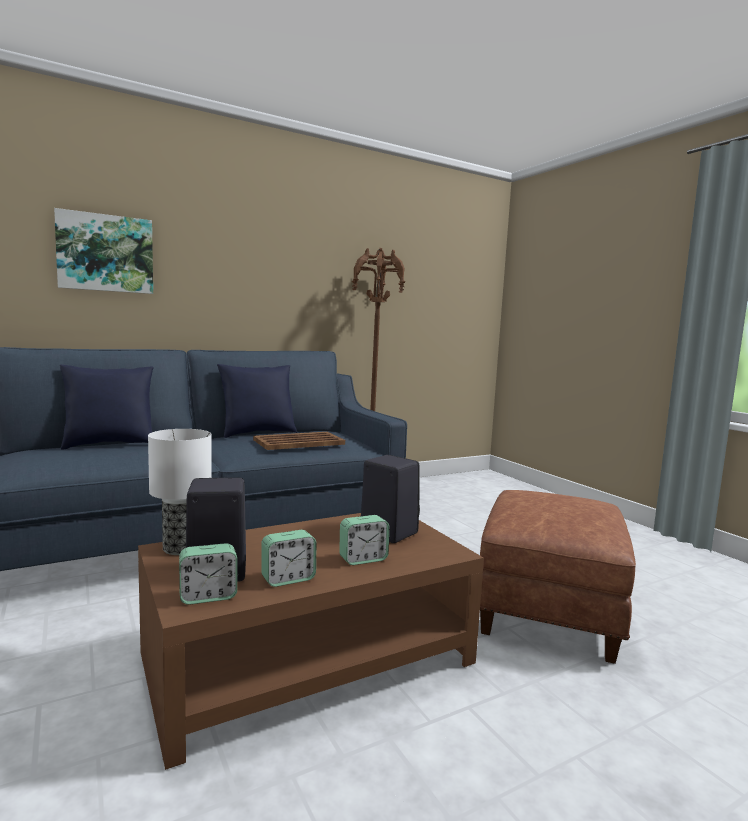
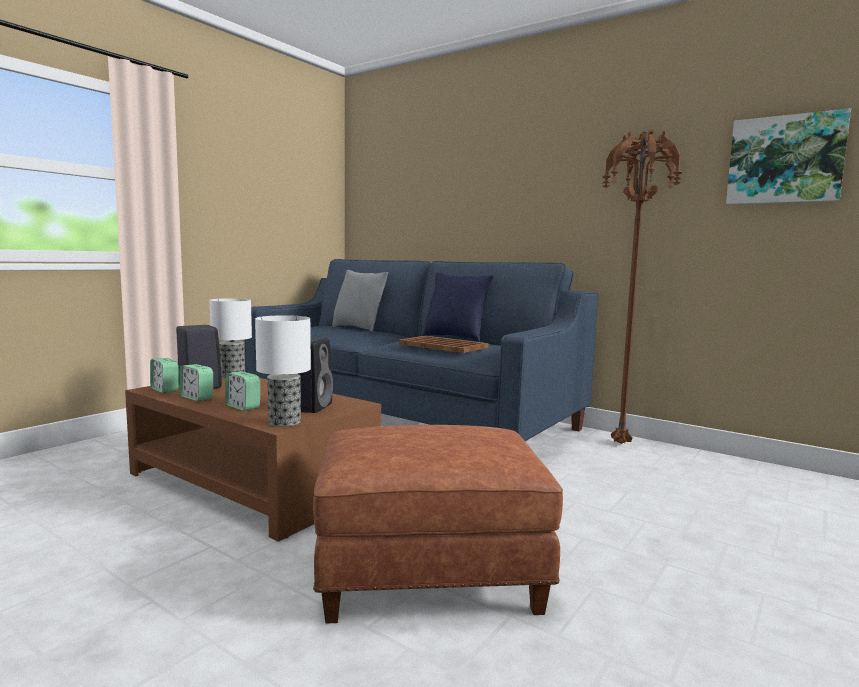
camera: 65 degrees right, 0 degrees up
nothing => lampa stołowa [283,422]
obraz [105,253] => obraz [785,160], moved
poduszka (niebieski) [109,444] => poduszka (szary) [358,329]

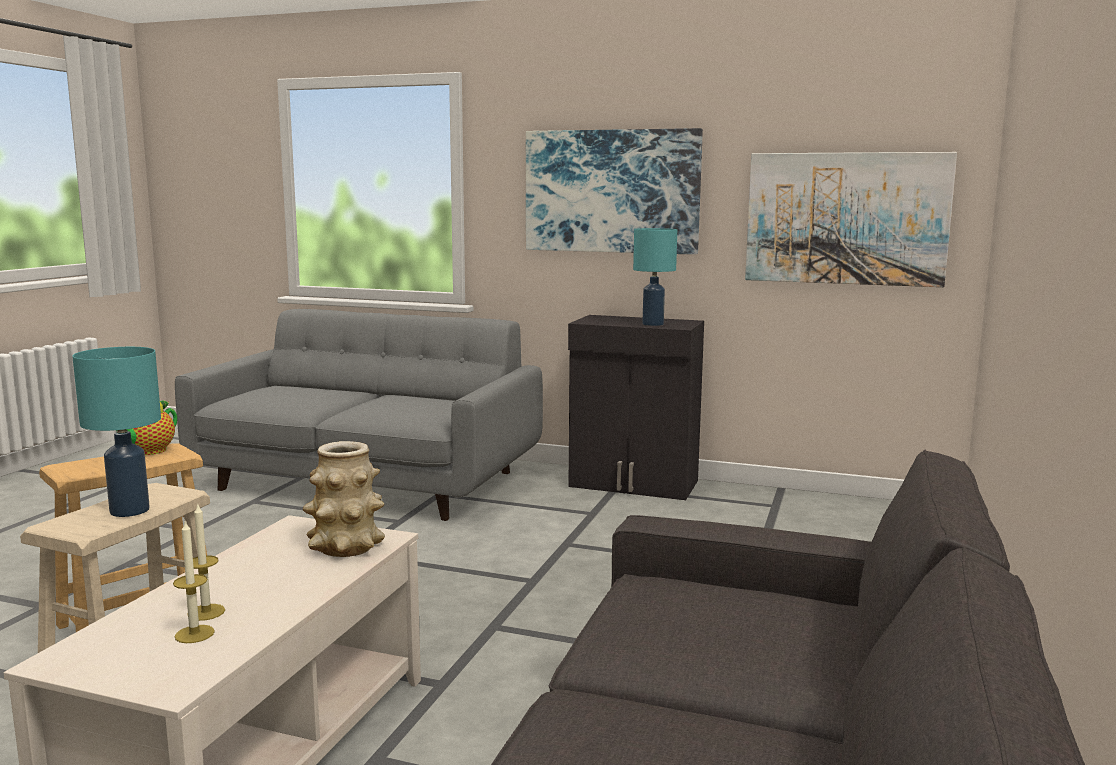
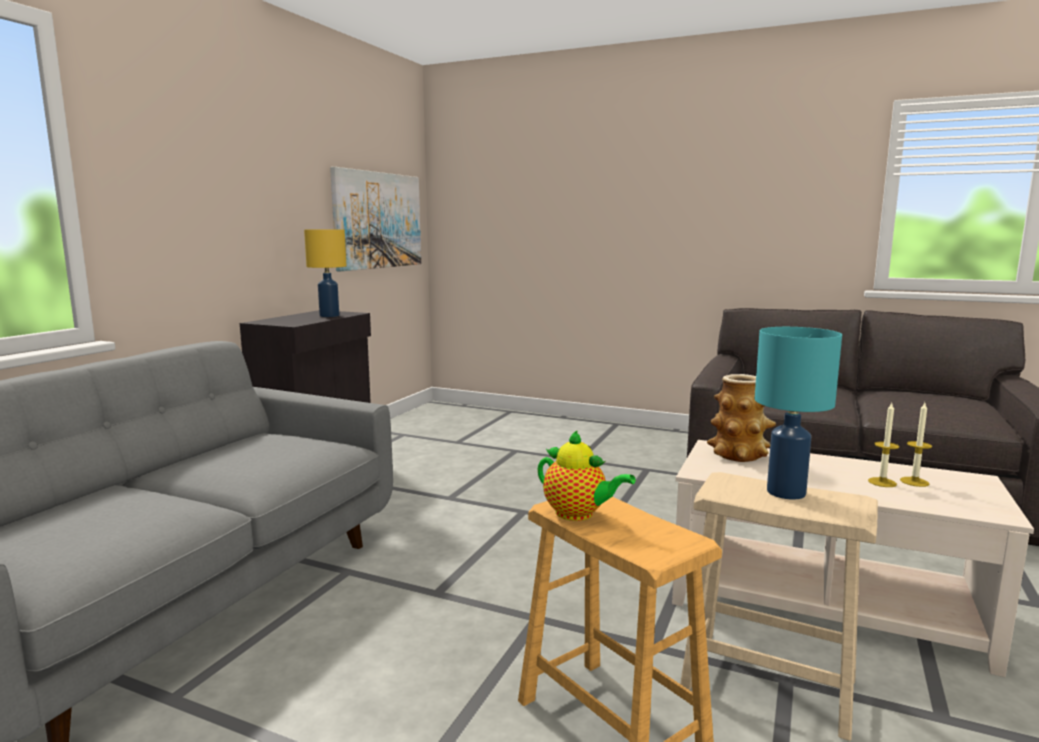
camera: 85 degrees left, 0 degrees up
obraz [611,191] => nothing
lampa stołowa (turkusowy) [653,324] => lampa stołowa (żółty) [329,315]

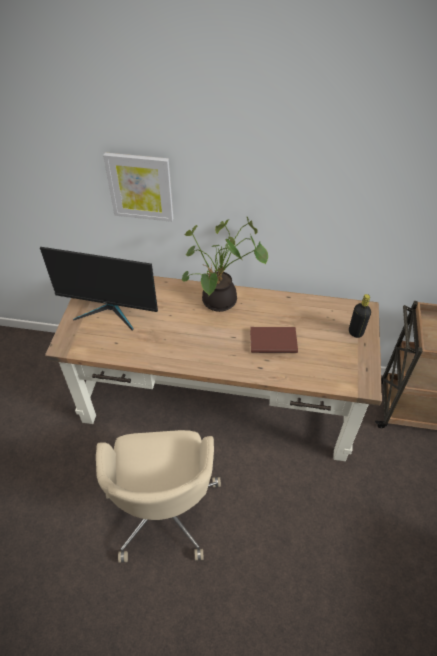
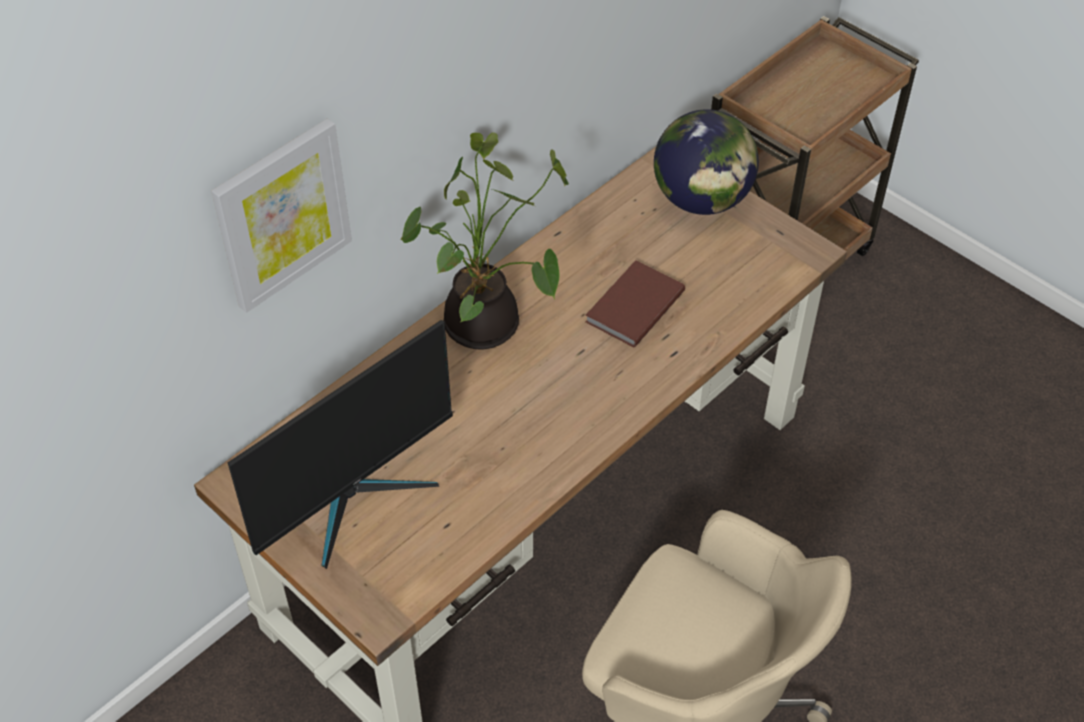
camera: 55 degrees left, 0 degrees up
butelka (czarny) [355,332] => globus [701,200]

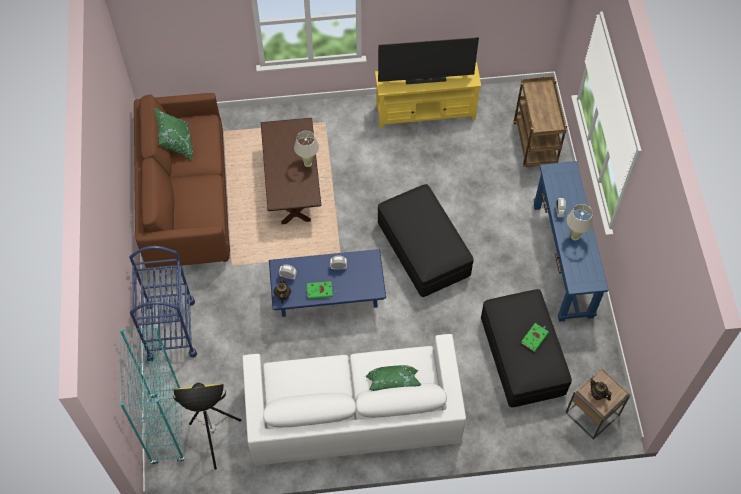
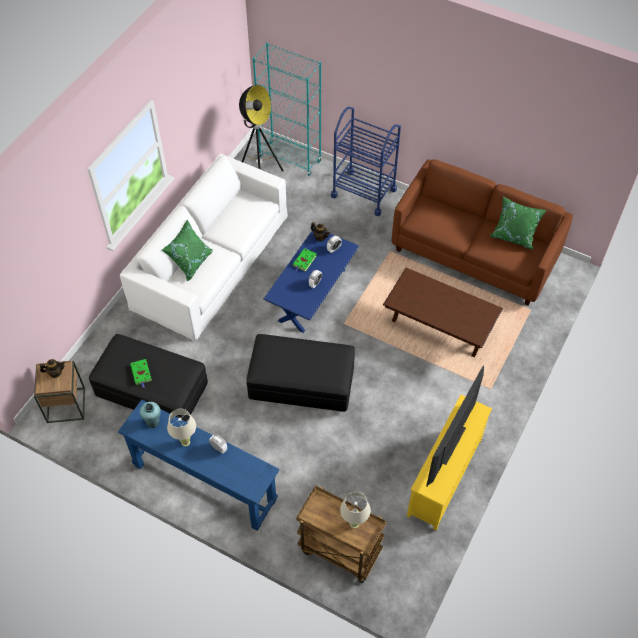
camera: 125 degrees right, 5 degrees down
nothing => wazon (turkusowy) [153,421]
lampa stołowa (beżowy) [307,163] => lampa stołowa (beżowy) [354,523], moved

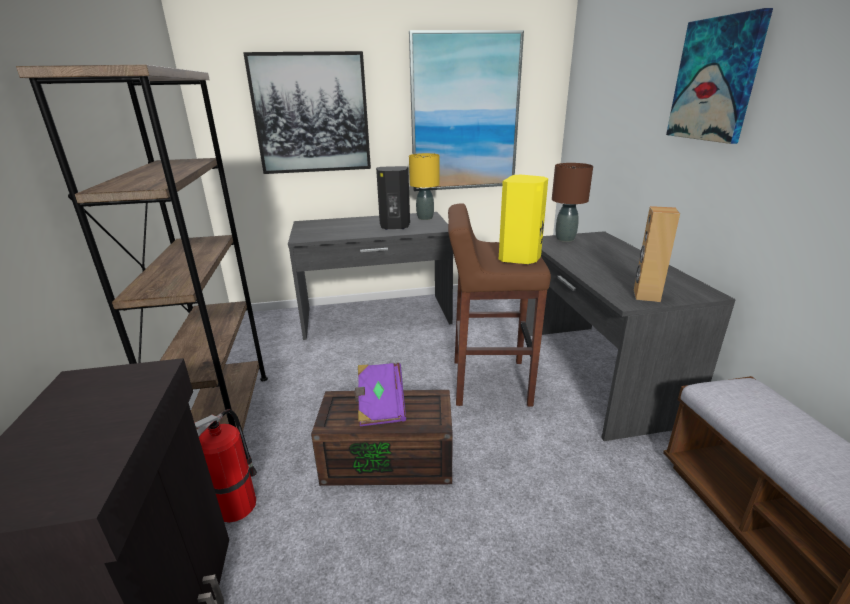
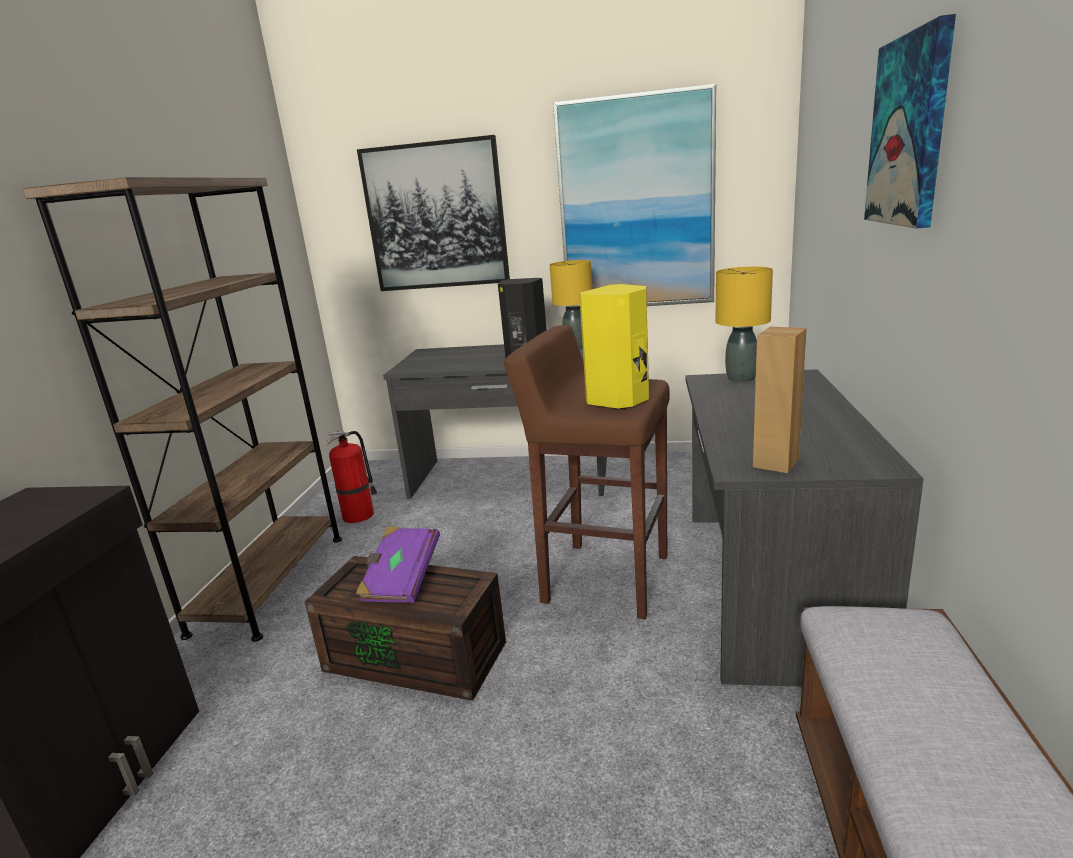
camera: 20 degrees right, 5 degrees down
gaśnica [237,504] => gaśnica [359,514], moved
lampa stołowa (brązowy) [564,239] => lampa stołowa (żółty) [740,379]

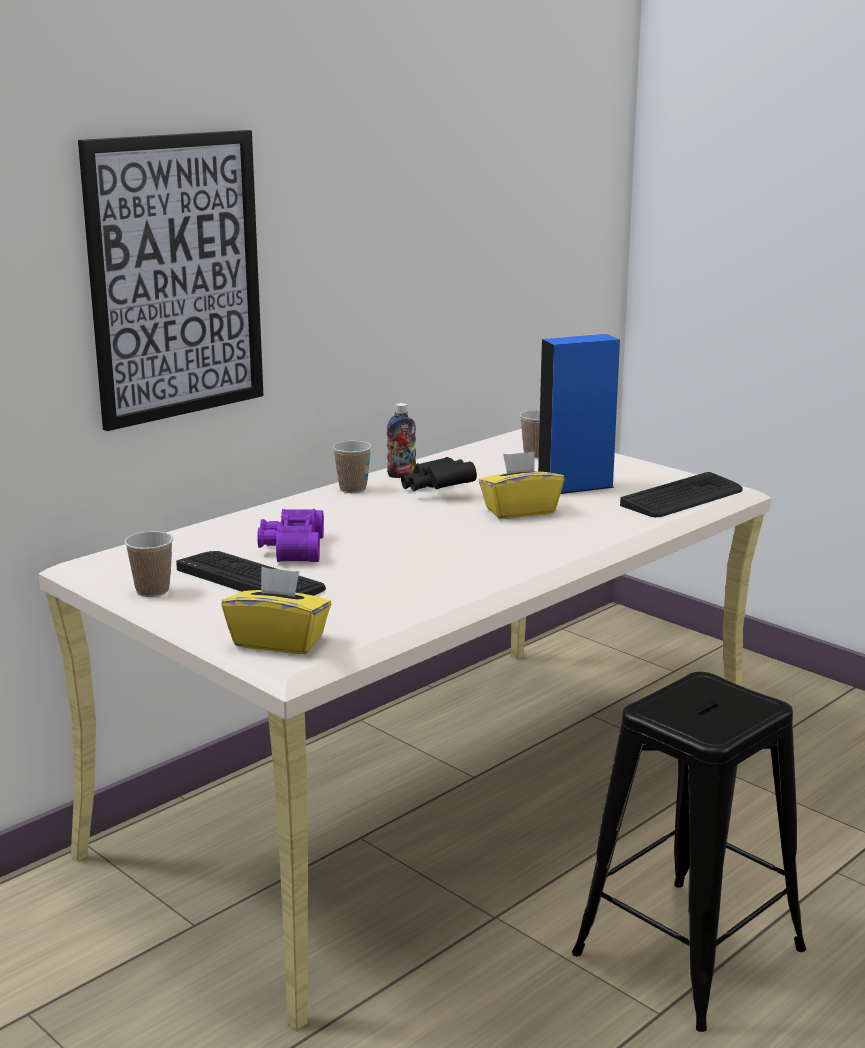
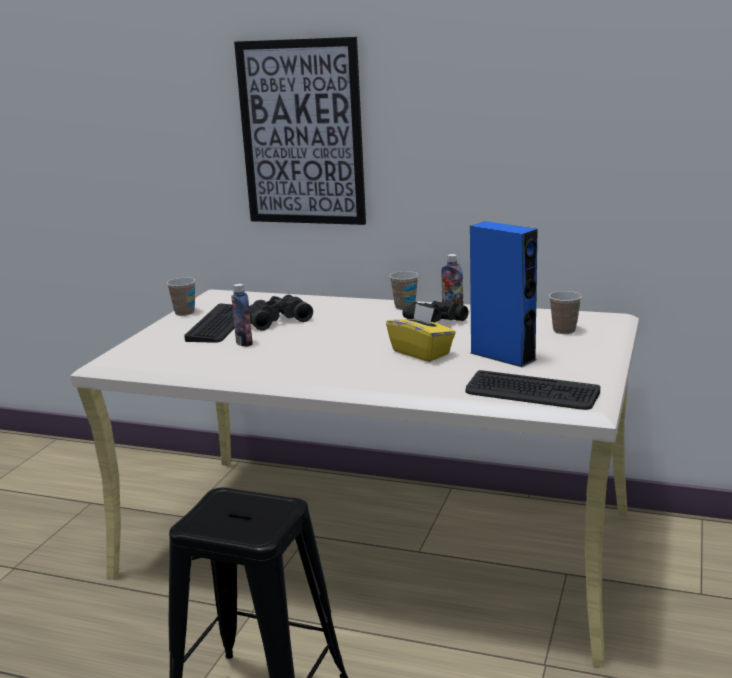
camera: 65 degrees right, 0 degrees up
pudełko chusteczek (żółty) [279,641] => nothing
nothing => butelka [244,343]
lornetka (fioletowy) [291,549] => lornetka (czarny) [277,320]

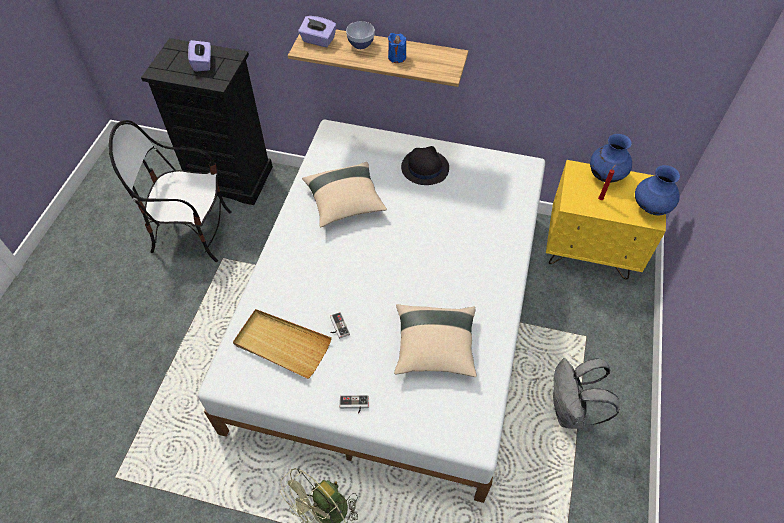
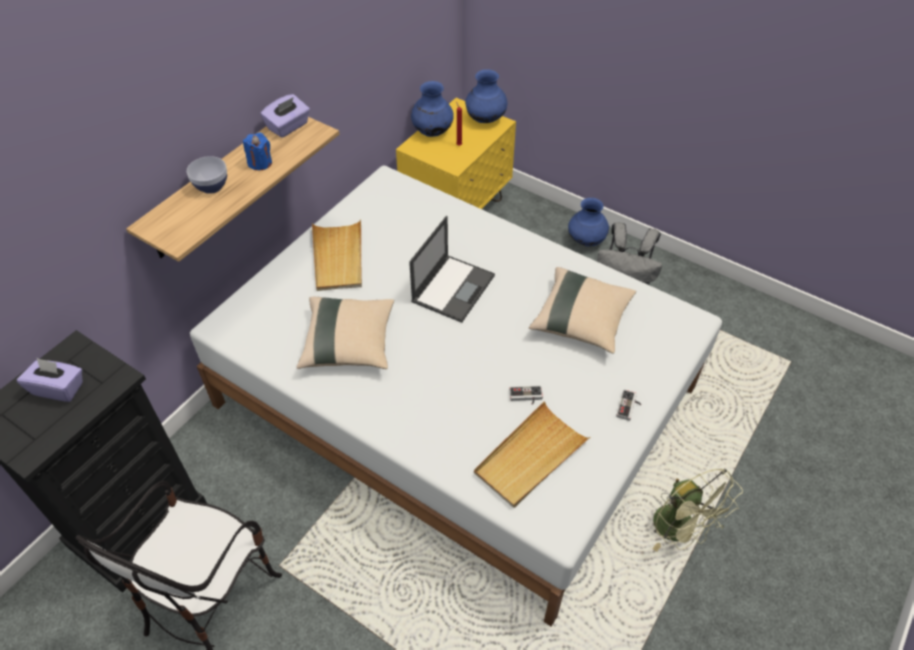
camera: 70 degrees left, 5 degrees down
nothing => laptop [453,288]
nothing => wazon (niebieski) [586,241]
pudełko chusteczek (fioletowy) [318,40] => pudełko chusteczek (fioletowy) [288,127], moved
kapelusz (czarny) [424,168] => taca (beżowy) [338,258]

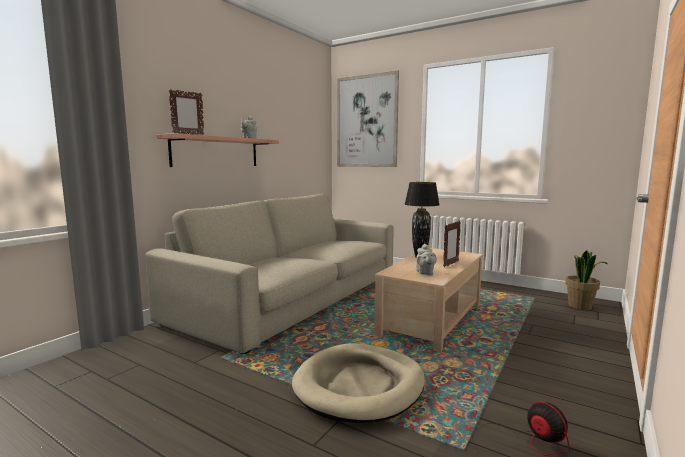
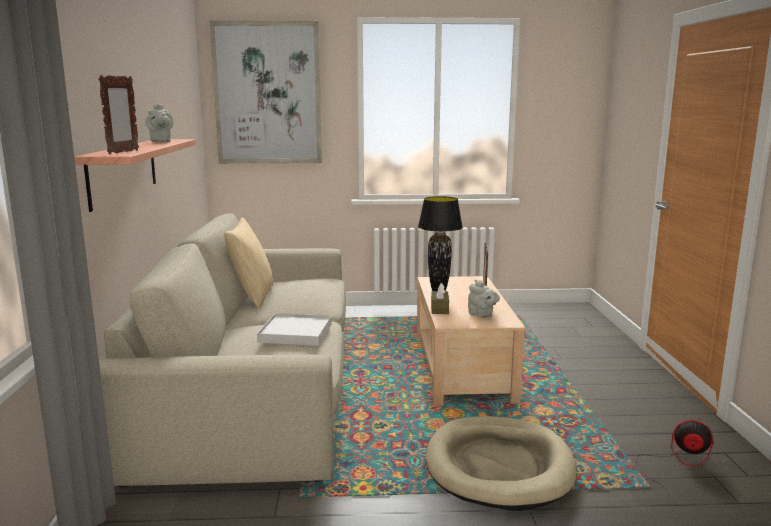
camera: 35 degrees left, 5 degrees up
roślina doniczkowa [580,306] => nothing
nothing => poduszka (beżowy) [252,296]
nothing => taca (biały) [296,333]
nothing => pudełko chusteczek (brązowy) [439,309]

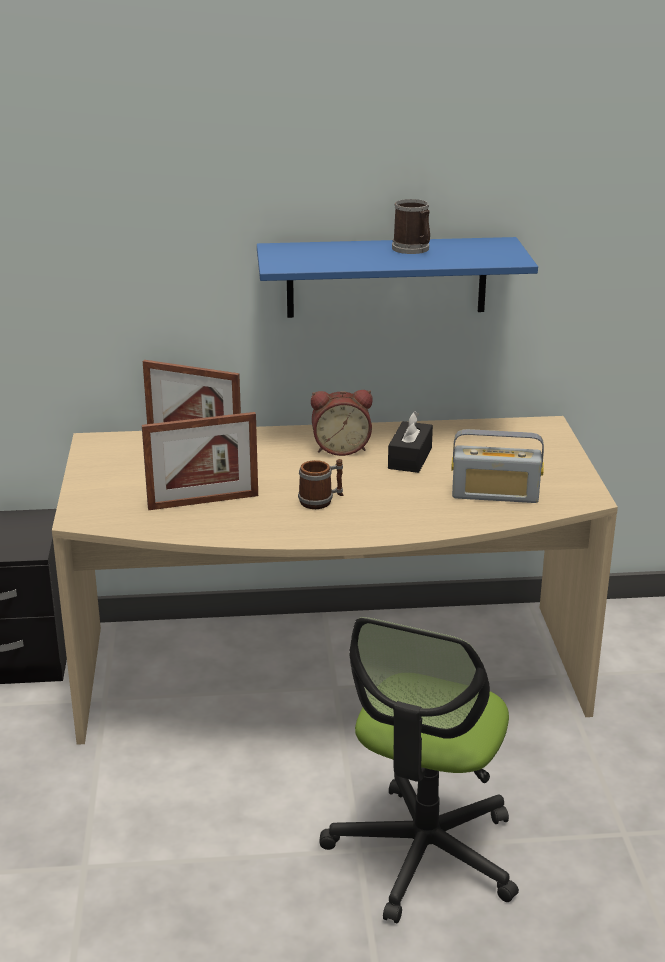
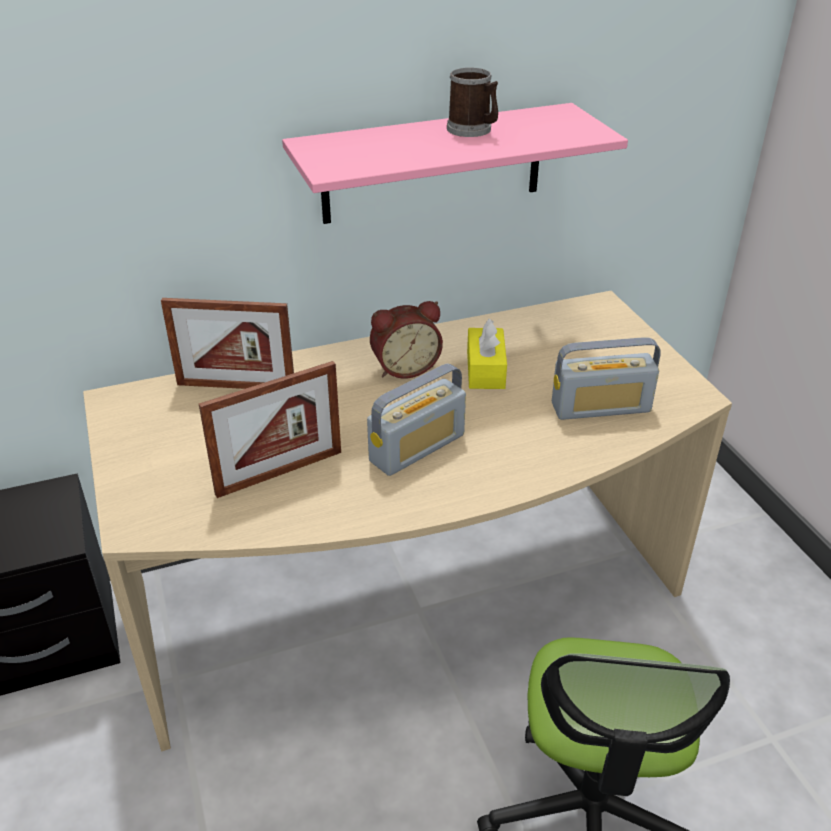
camera: 15 degrees left, 10 degrees up
kubek [321,501] => radio [417,448]
półka (niebieski) [386,277] => półka (różowy) [433,164]
pudełko chusteczek (czarny) [410,458] => pudełko chusteczek (żółty) [485,370]

